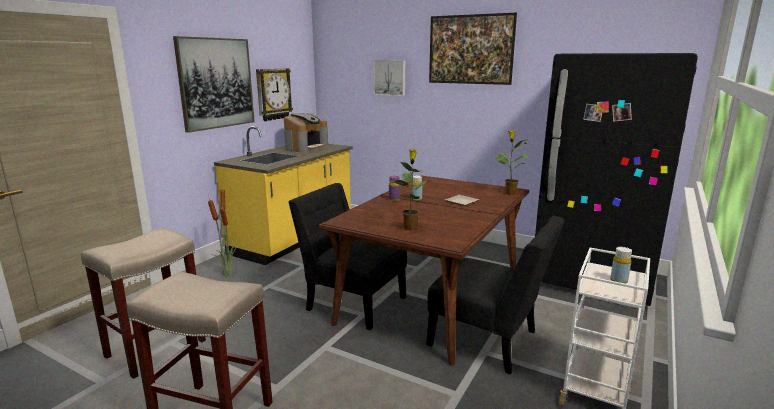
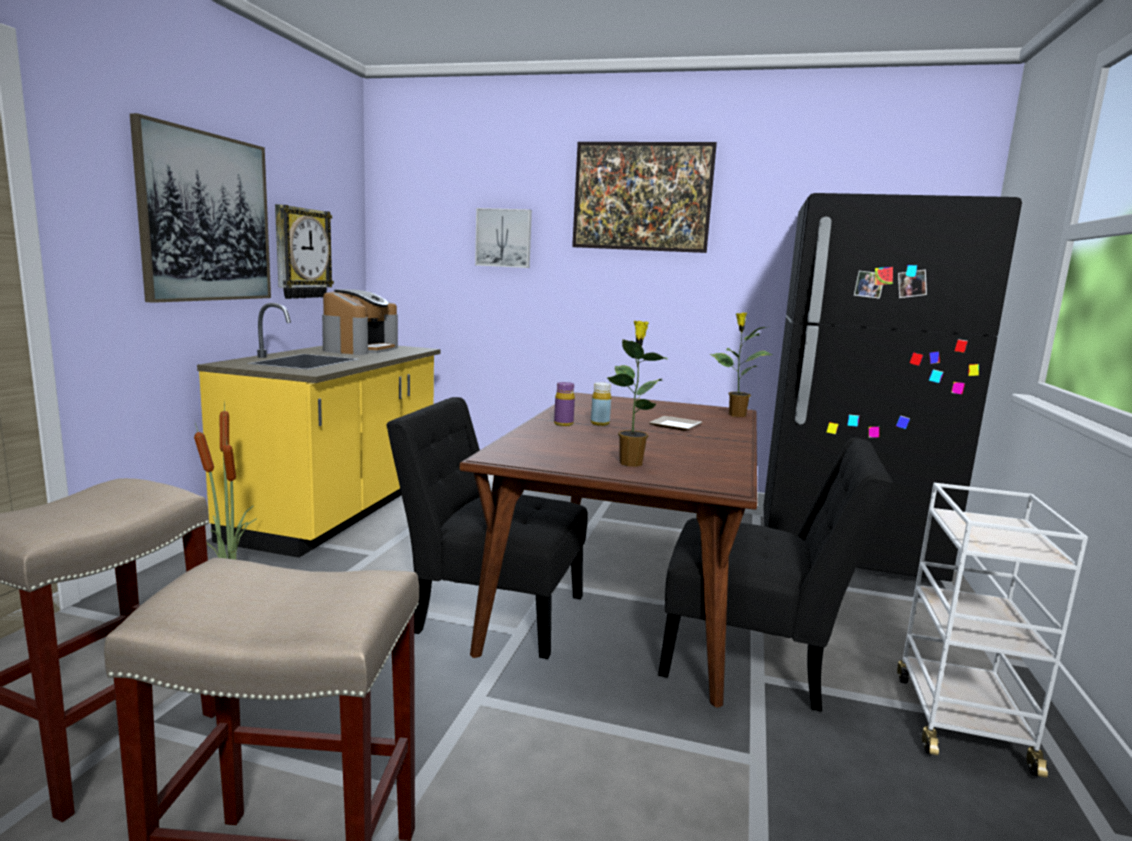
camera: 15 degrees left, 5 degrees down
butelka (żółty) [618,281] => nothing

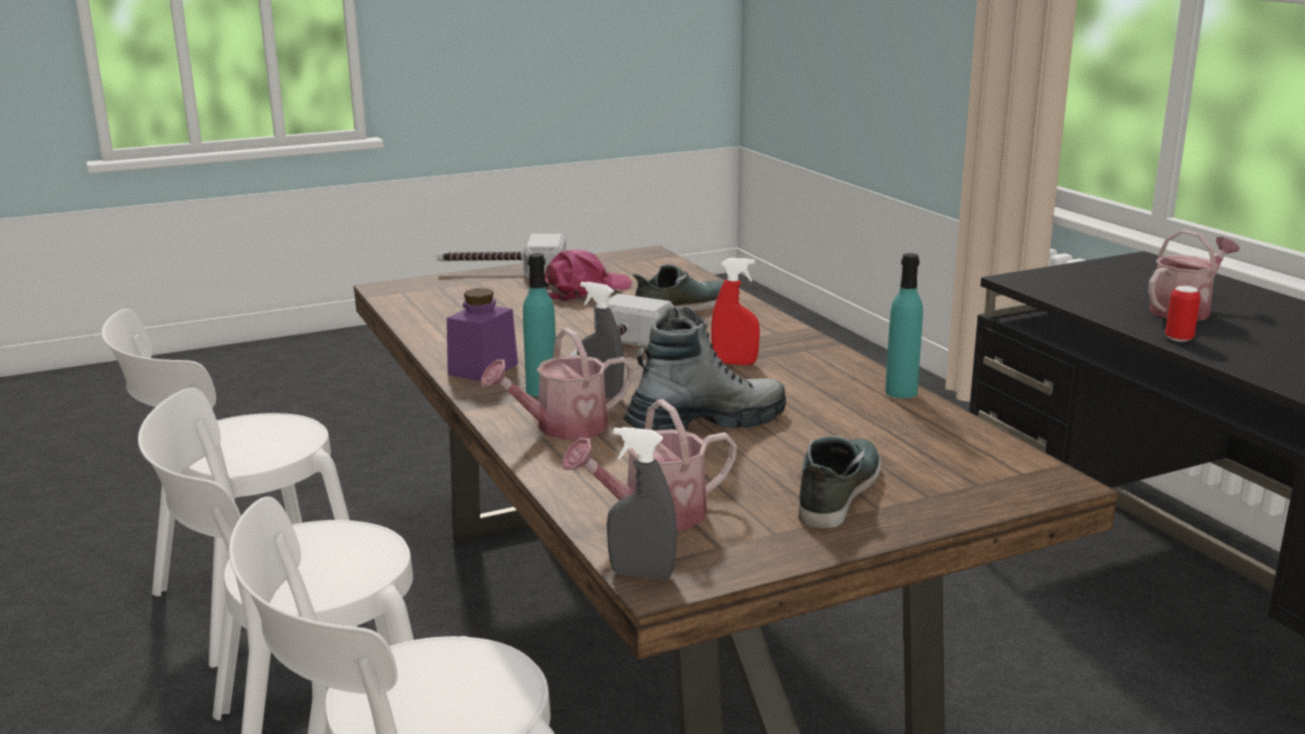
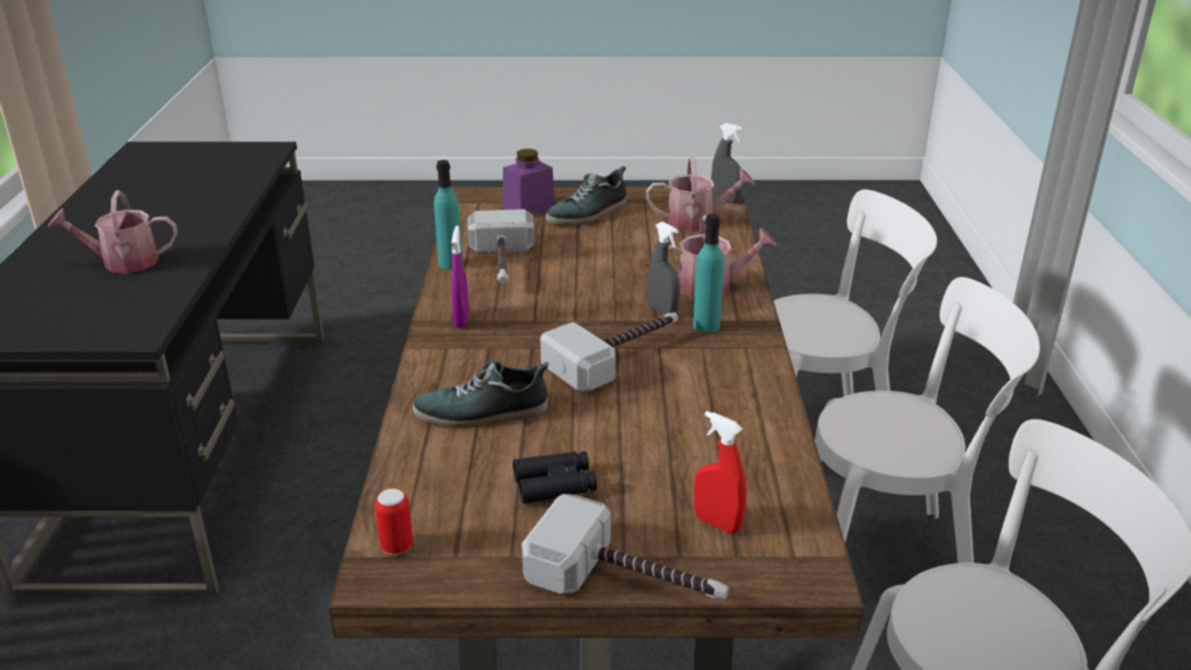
camera: 155 degrees left, 10 degrees up
but z cholewką [706,424] => nothing
nothing => spryskiwacz (fioletowy) [461,320]
nothing => młotek [502,264]
słoik (fioletowy) [483,369] => słoik (fioletowy) [529,207], moved
spryskiwacz (czerwony) [734,363] => spryskiwacz (czerwony) [717,523], moved
puszka [1179,339] => puszka [397,546], moved
czapka z daszkiem (różowy) [585,290] => lornetka (czarny) [555,485]

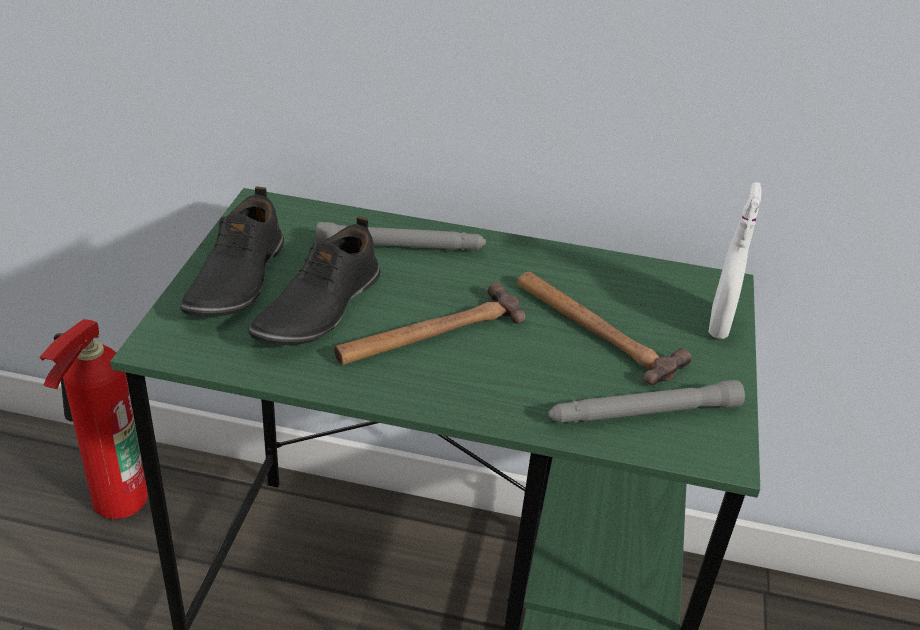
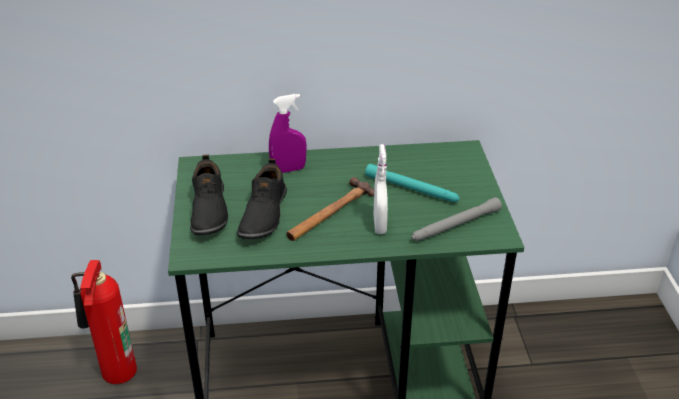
camera: 15 degrees left, 0 degrees up
spryskiwacz (biały) [719,324] => spryskiwacz (biały) [379,225], moved
latarka (szary) [401,247] => spryskiwacz (fioletowy) [288,169]
młotek [594,329] => latarka (turkusowy) [412,189]

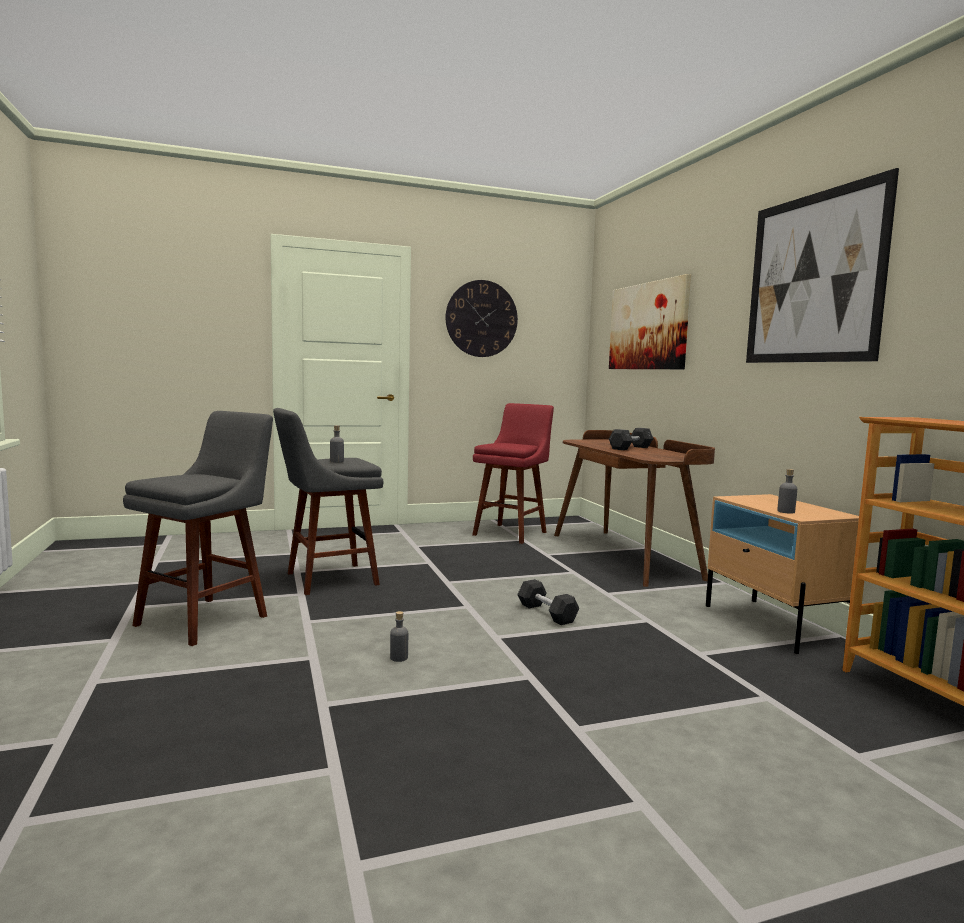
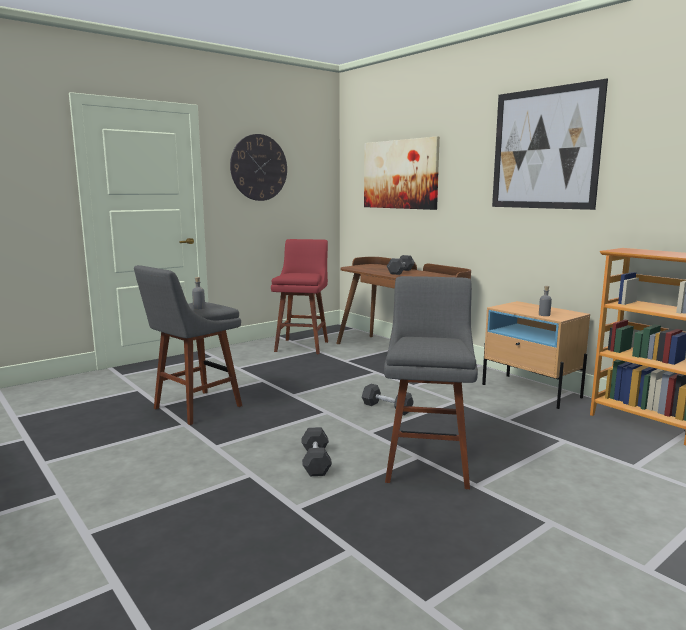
camera: 20 degrees left, 5 degrees up
stołek (szary) [207,618] => stołek (szary) [427,463], moved
butelka (szary) [399,658] => hantel (szary) [316,461]

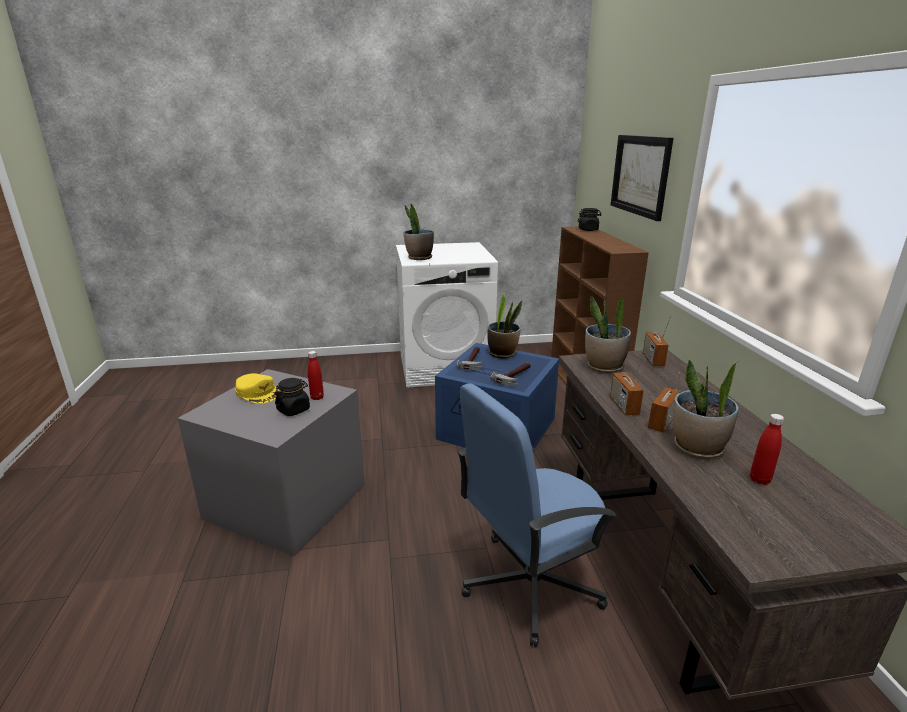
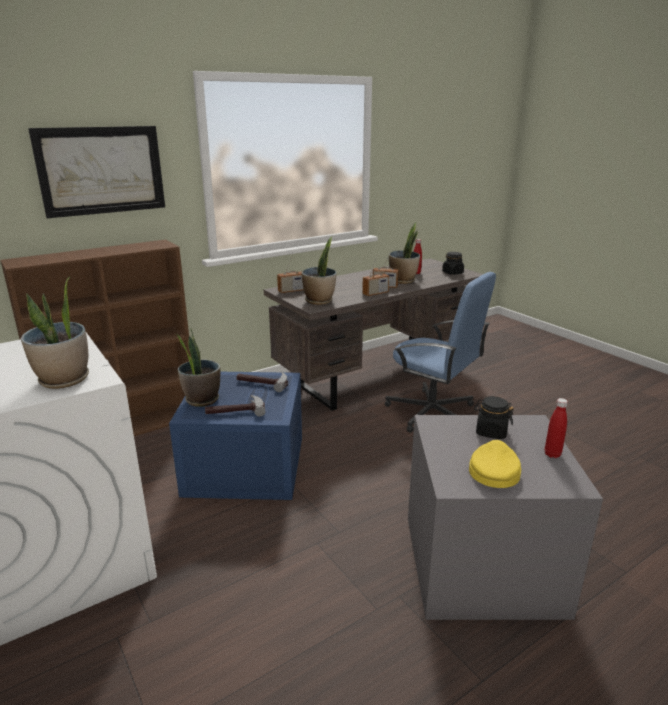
camera: 115 degrees left, 0 degrees up
butelka (czerwony) [317,397] => butelka (czerwony) [552,454], moved
słoik (czarny) [588,229] => słoik (czarny) [452,273], moved

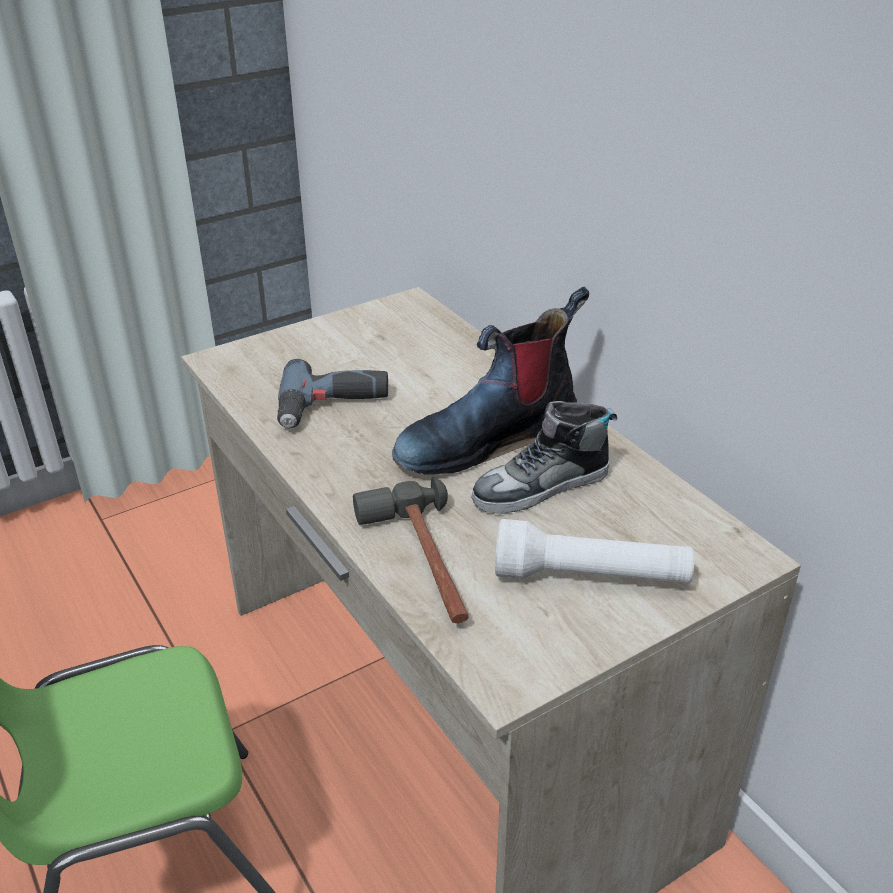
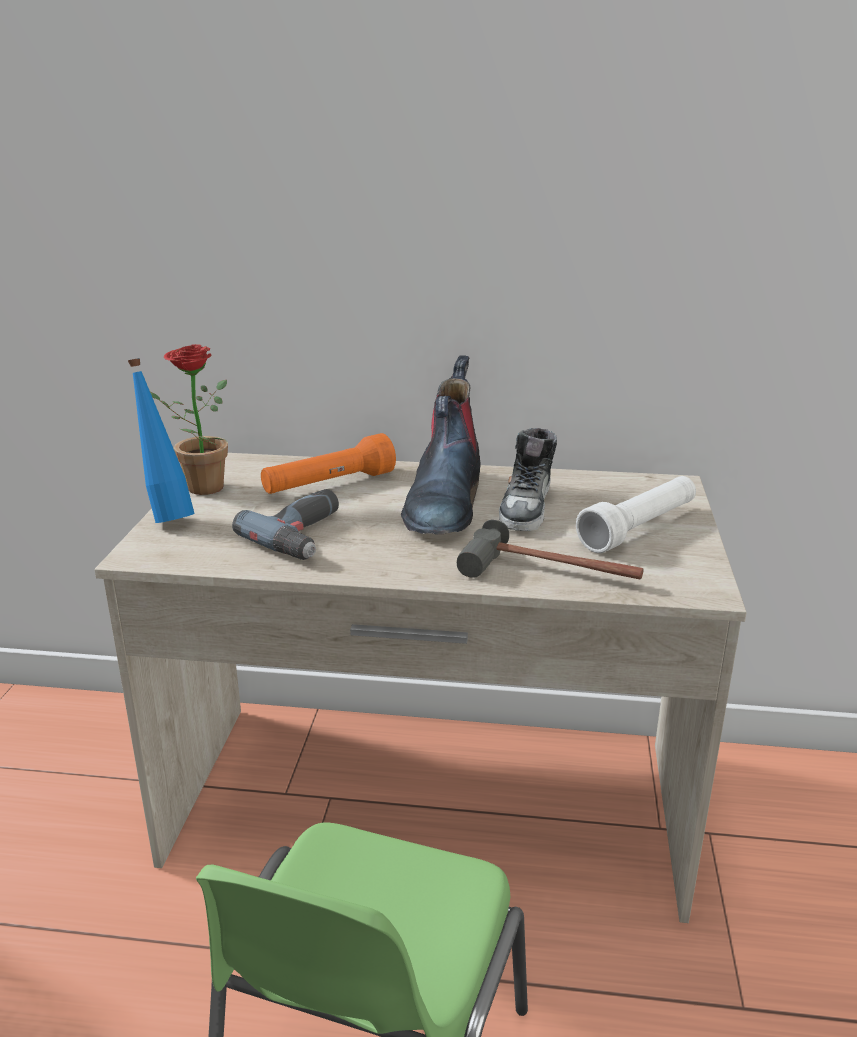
camera: 50 degrees left, 10 degrees down
nothing => butelka (niebieski) [167,516]
nothing => roślina doniczkowa [197,487]
nothing => latarka (pomarańczowy) [329,485]

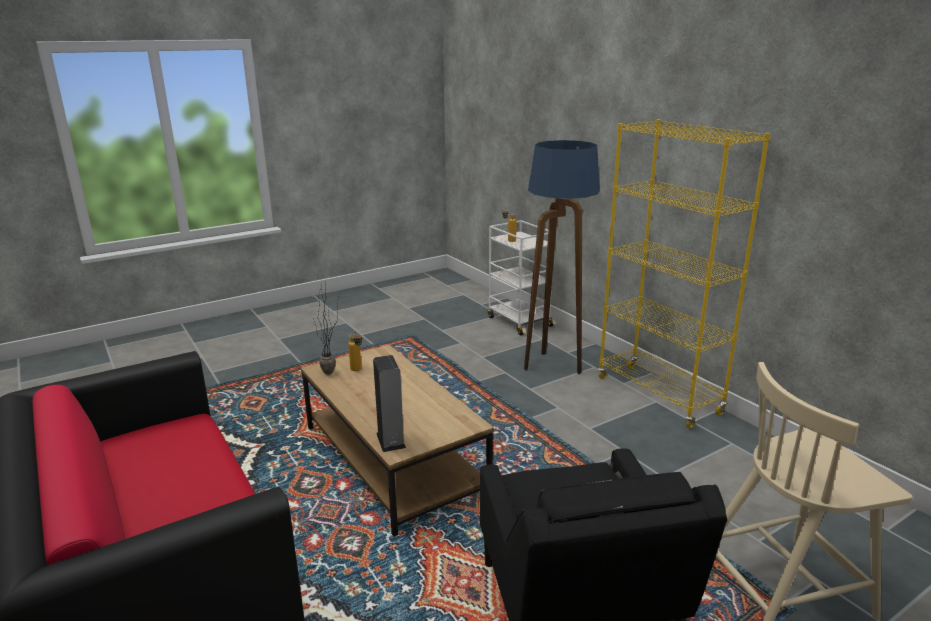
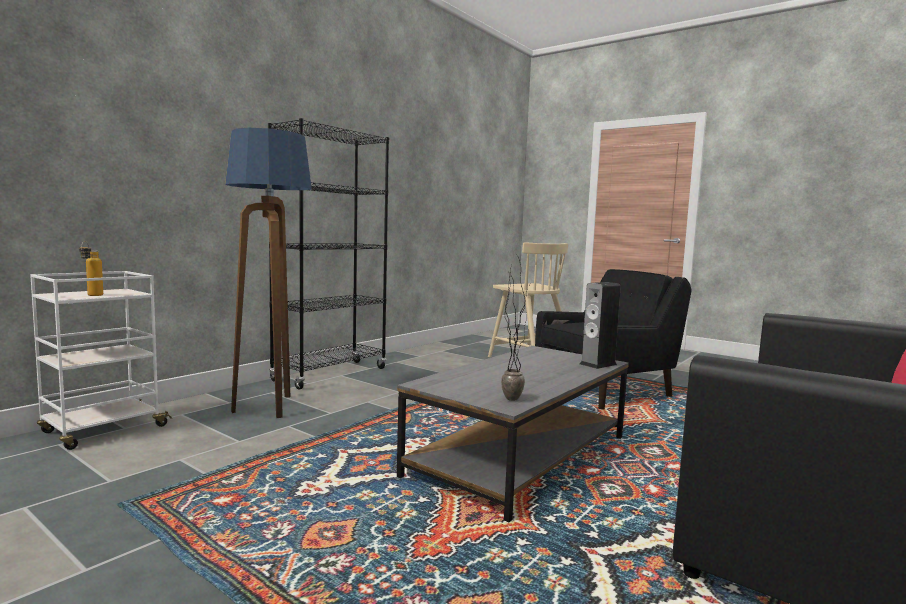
camera: 110 degrees left, 15 degrees down
butelka [358,370] => nothing
ława (brązowy) [392,459] => ława (szary) [521,456]
regał (żółty) [658,395] => regał (czarny) [330,374]

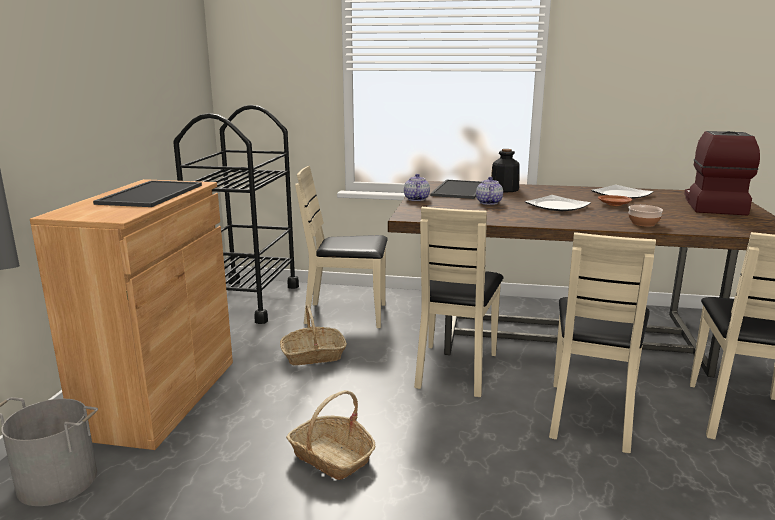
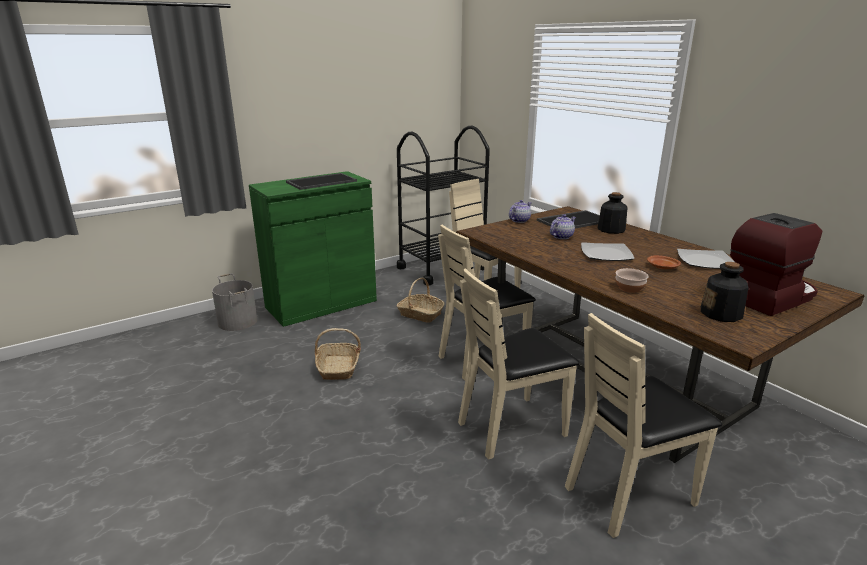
camera: 45 degrees right, 5 degrees up
nothing => butelka [721,314]
szafka (brązowy) [161,397] => szafka (zielony) [321,304]

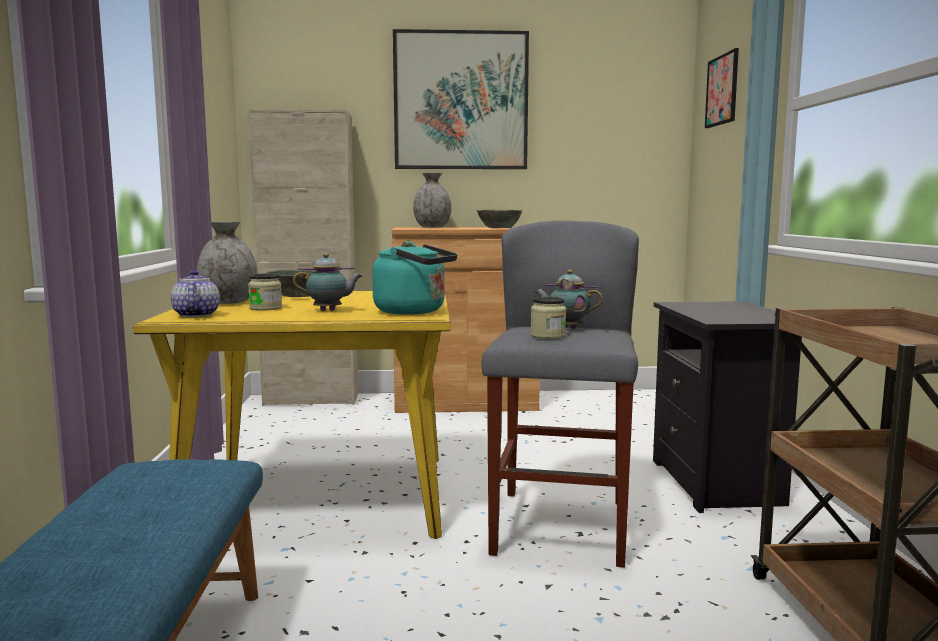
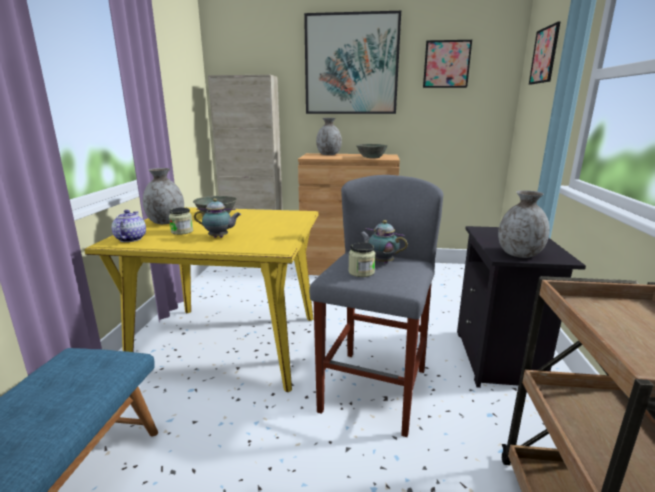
camera: 10 degrees right, 10 degrees up
czajnik (turkusowy) [414,311] => nothing
nothing => obraz [446,64]
nothing => wazon (szary) [519,254]

